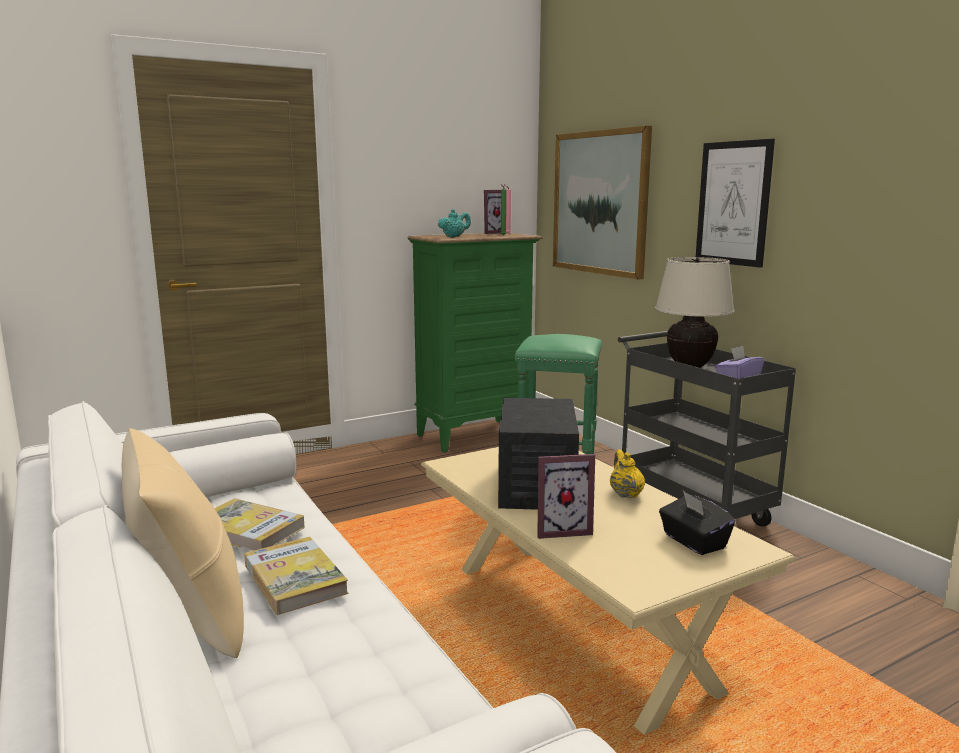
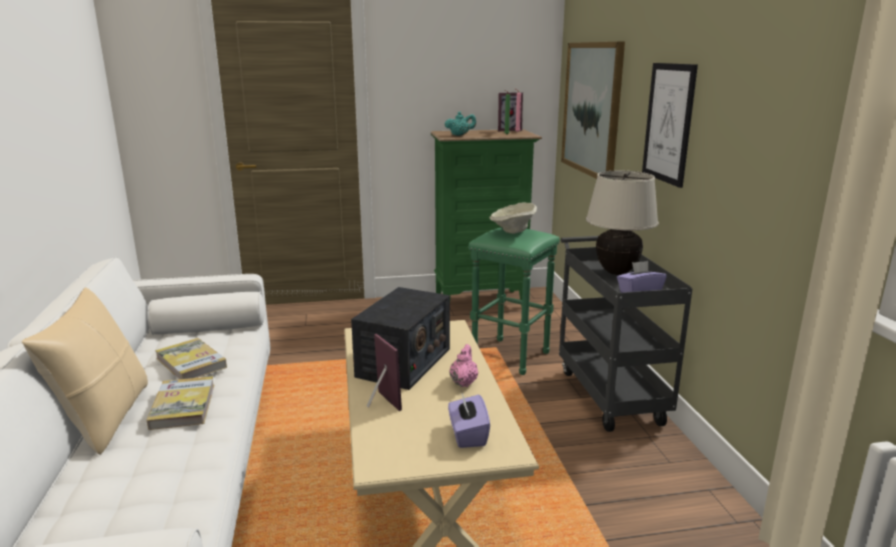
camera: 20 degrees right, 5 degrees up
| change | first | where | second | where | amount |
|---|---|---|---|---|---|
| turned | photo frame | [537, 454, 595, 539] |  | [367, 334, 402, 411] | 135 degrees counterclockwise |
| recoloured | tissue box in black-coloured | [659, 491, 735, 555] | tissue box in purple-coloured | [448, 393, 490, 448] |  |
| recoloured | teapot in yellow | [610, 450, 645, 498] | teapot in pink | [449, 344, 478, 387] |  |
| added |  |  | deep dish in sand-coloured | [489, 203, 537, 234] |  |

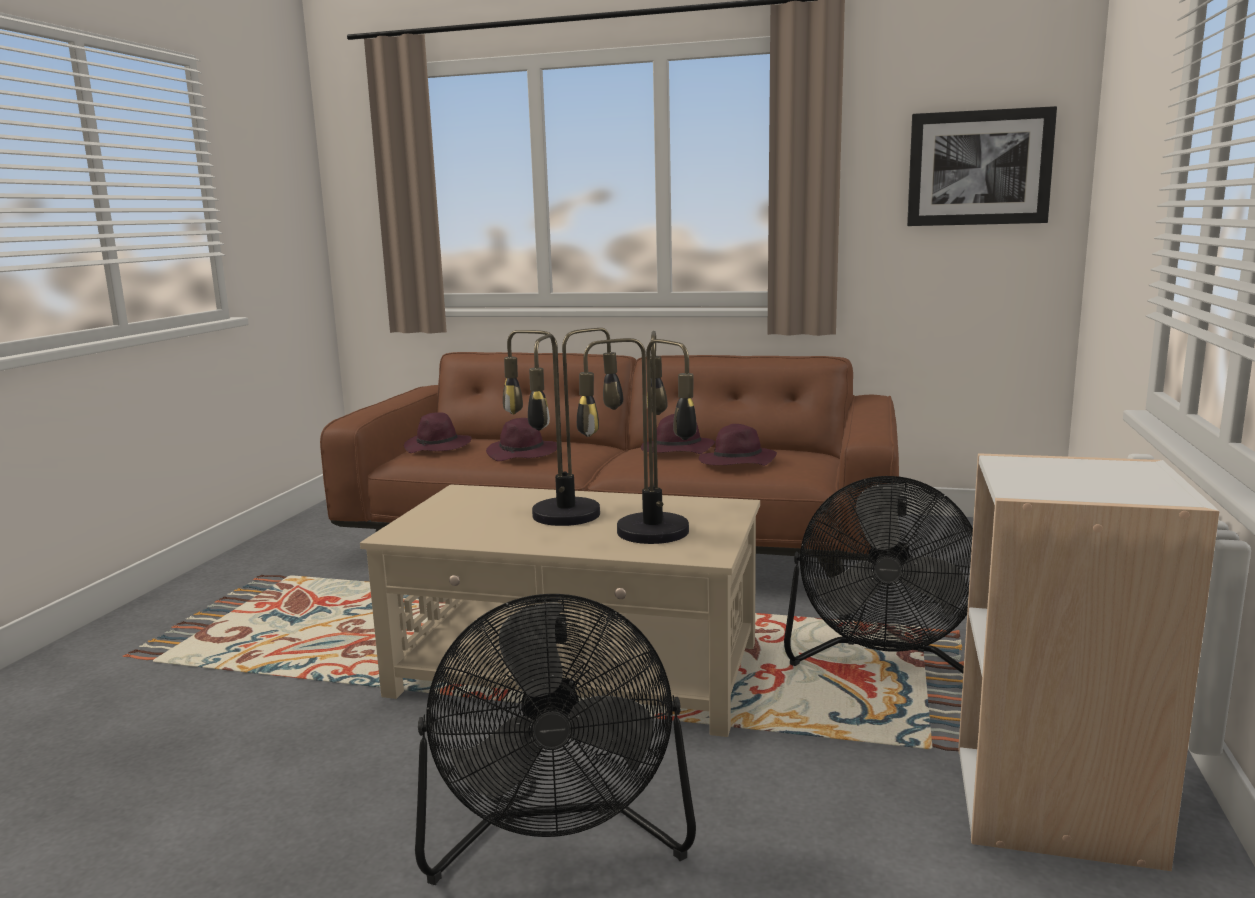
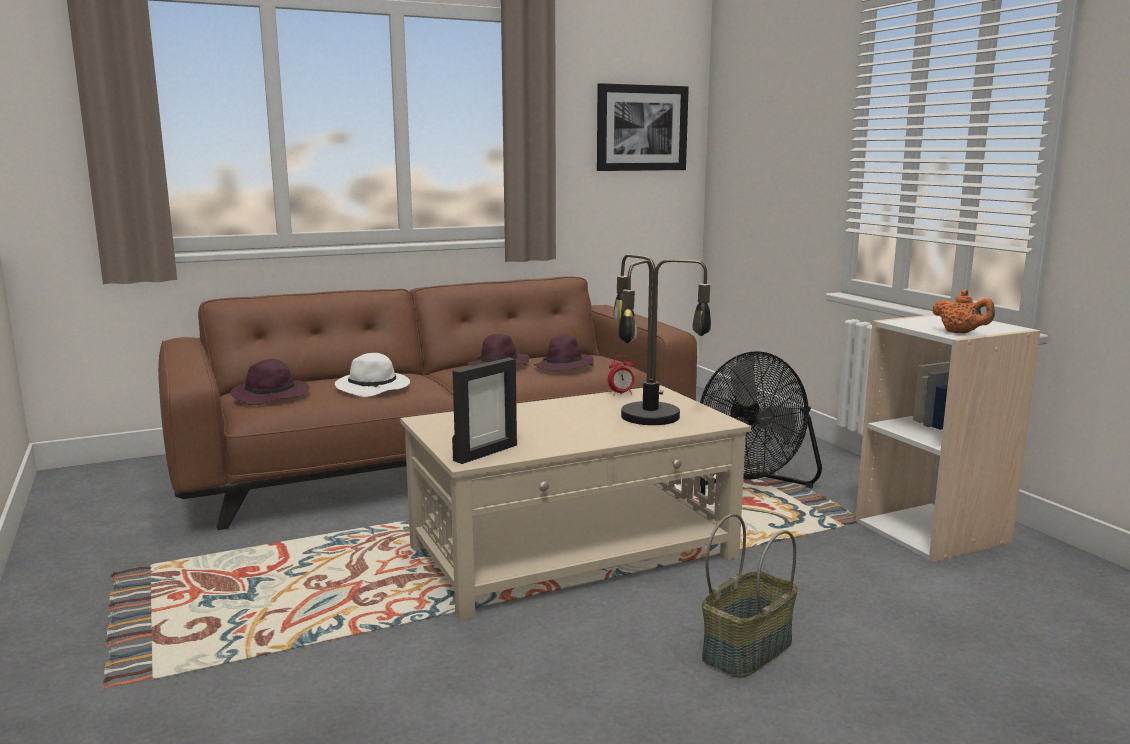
camera: 40 degrees left, 0 degrees up
| change | first | where | second | where | amount |
|---|---|---|---|---|---|
| recoloured | wearable hat in purple-coloured | [486, 418, 557, 461] | wearable hat in white | [335, 353, 410, 397] |  |
| added |  |  | photo frame | [452, 358, 517, 464] |  |
| added |  |  | table clock | [608, 355, 634, 395] |  |
| replaced | electric fan in black-coloured | [415, 594, 696, 885] | basket | [702, 514, 798, 678] |  |
| added |  |  | teapot in orangey | [932, 290, 995, 333] |  |
| removed | tabletop lamp | [503, 328, 623, 526] |  |  |  |

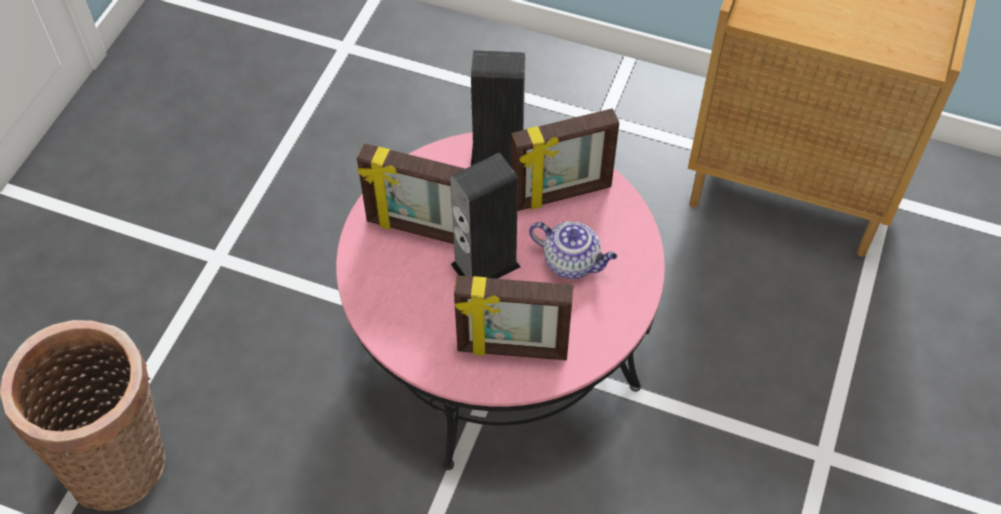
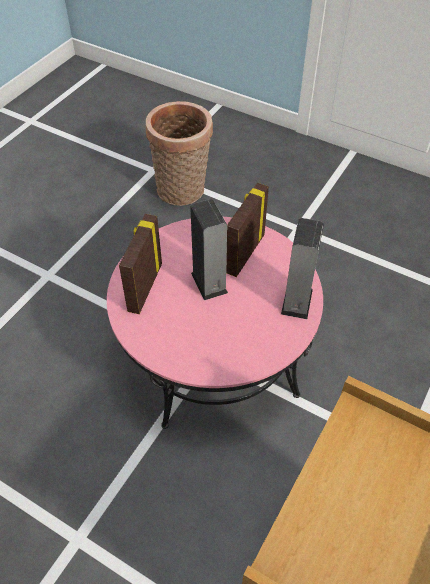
camera: 100 degrees right, 5 degrees down
| change | first | where | second | where | amount |
|---|---|---|---|---|---|
| removed | photo frame | [511, 108, 619, 211] |  |  |  |
| removed | teapot | [529, 222, 617, 279] |  |  |  |

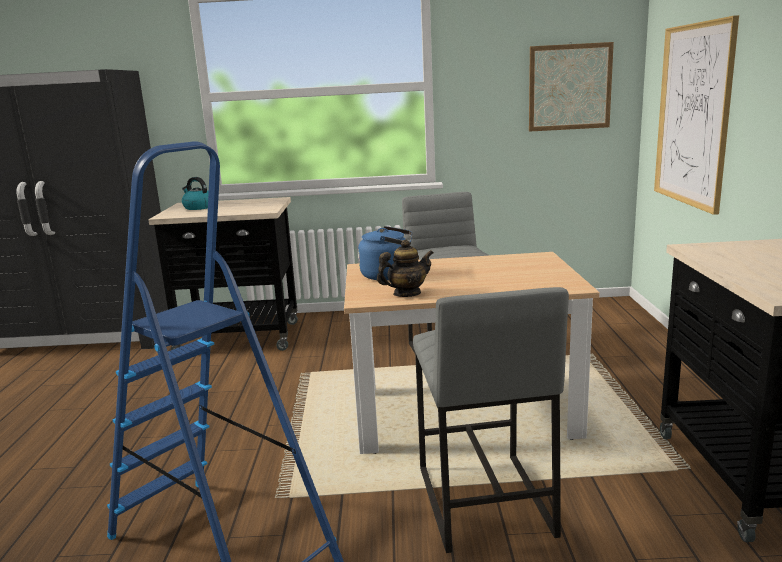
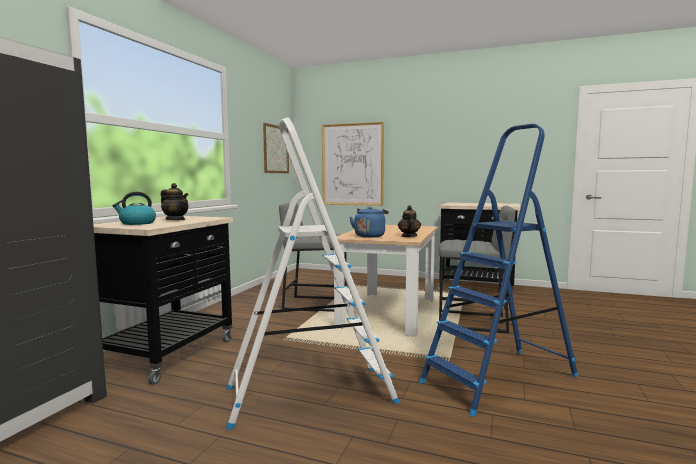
camera: 70 degrees left, 10 degrees down
| change | first | where | second | where | amount |
|---|---|---|---|---|---|
| added |  |  | teapot | [161, 183, 189, 220] |  |
| added |  |  | step stool in white | [226, 117, 400, 430] |  |

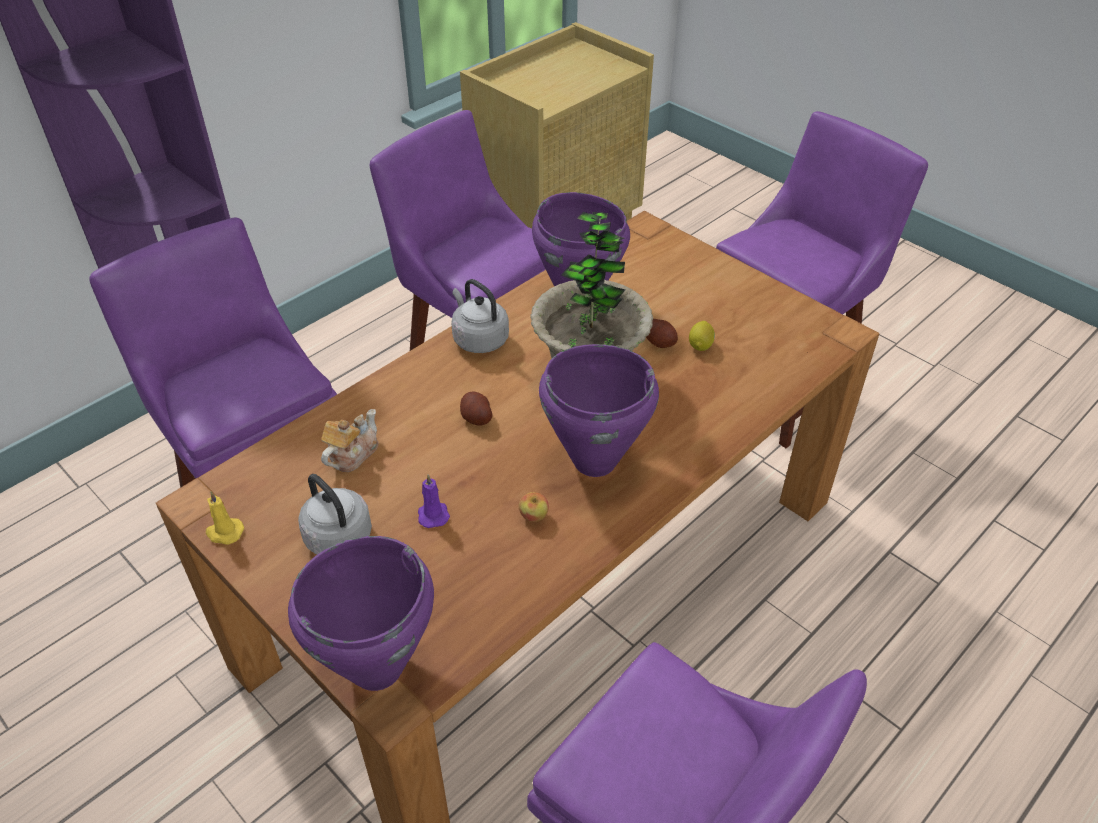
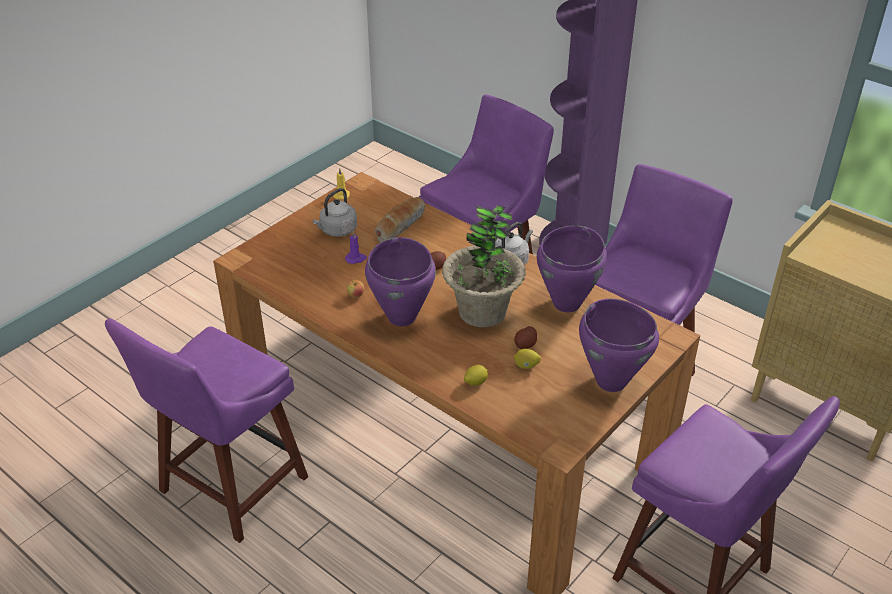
camera: 85 degrees right, 5 degrees down
| change | first | where | second | where | amount |
|---|---|---|---|---|---|
| replaced | teapot | [321, 409, 379, 472] | baked bread | [375, 197, 425, 243] |  |
| added |  |  | whole lemon | [464, 365, 488, 386] |  |
| moved | cooking pot in purple-coloured | [288, 536, 434, 691] |  | [579, 299, 659, 392] |  |

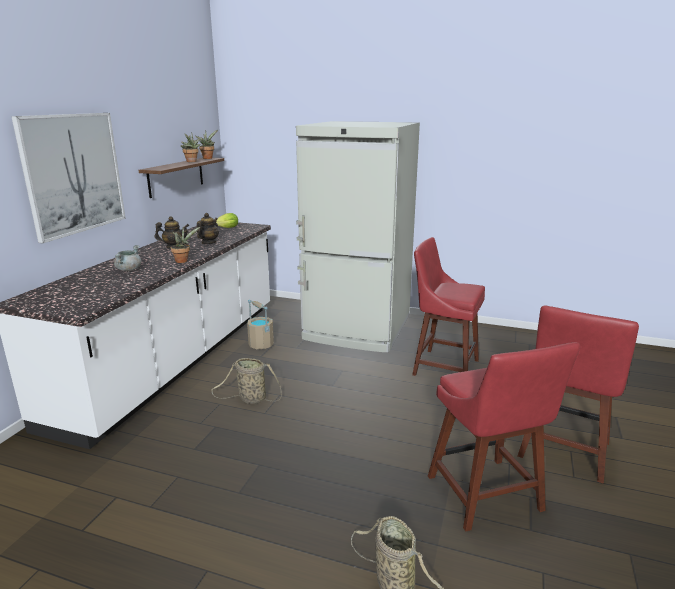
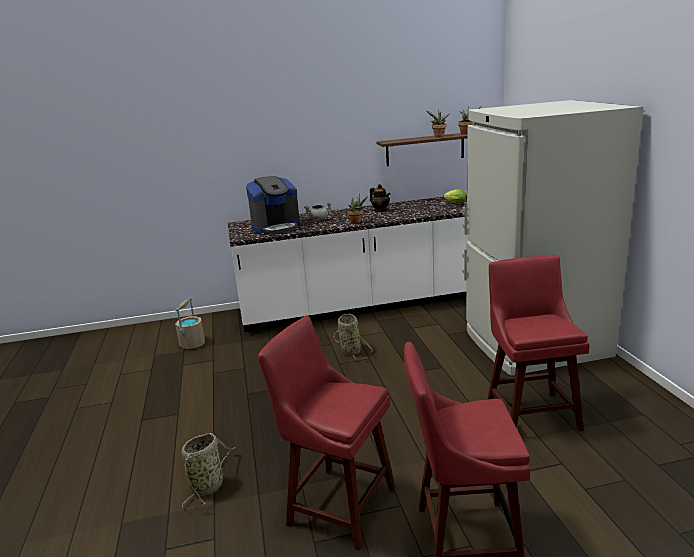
camera: 60 degrees right, 0 degrees up
| change | first | where | second | where | amount |
|---|---|---|---|---|---|
| moved | water bucket in sand-coloured | [247, 300, 274, 349] |  | [175, 297, 205, 349] |  |
| added |  |  | coffee brewer | [246, 176, 300, 235] |  |
| turned | chair in reddish | [428, 342, 580, 531] |  | [258, 316, 396, 551] | 75 degrees clockwise |
| removed | wall picture | [11, 113, 126, 243] |  |  |  |
| removed | teapot | [197, 213, 219, 244] |  |  |  |

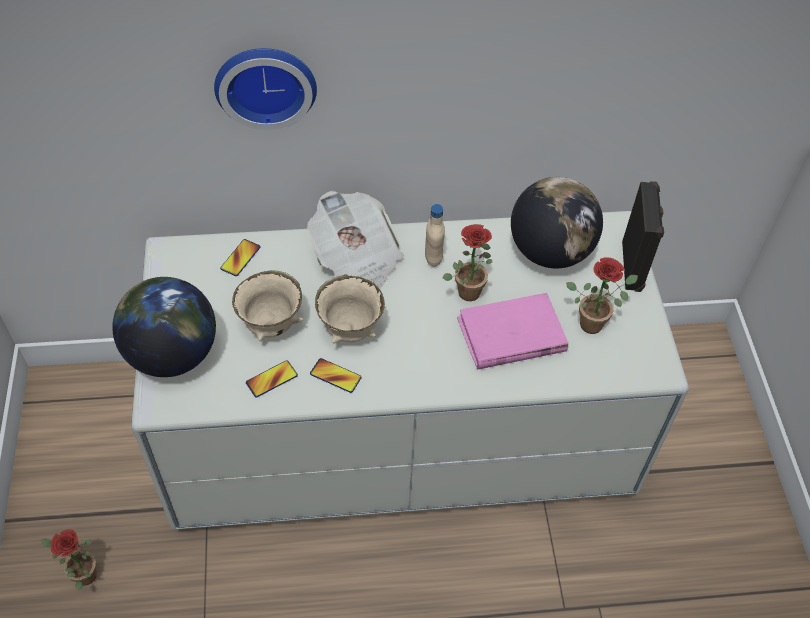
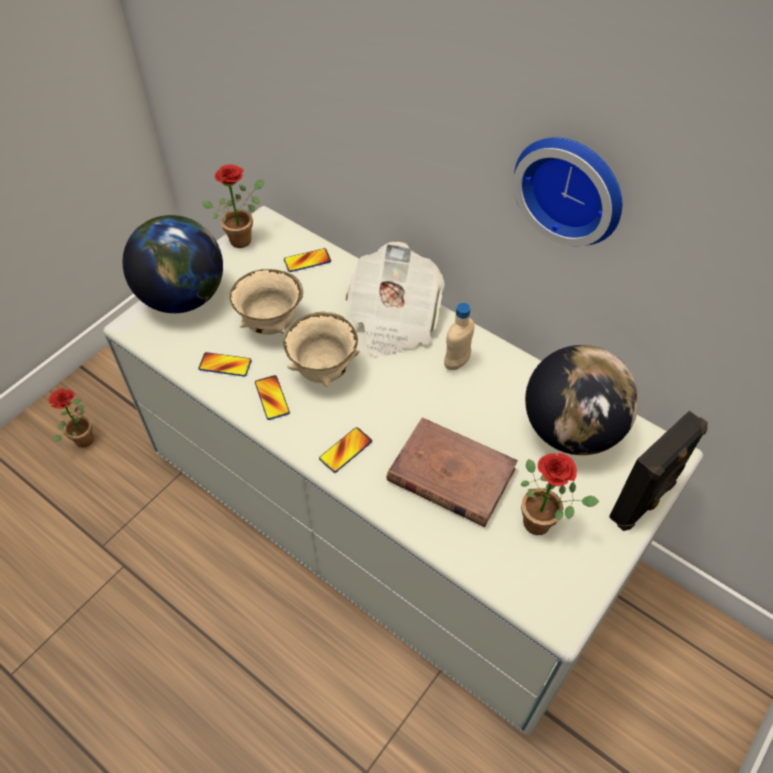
camera: 45 degrees right, 0 degrees up
| change | first | where | second | where | amount |
|---|---|---|---|---|---|
| moved | houseplant | [443, 224, 492, 301] |  | [202, 164, 264, 248] |  |
| added |  |  | phone | [319, 427, 372, 473] |  |
| recoloured | bound book in pink | [457, 293, 568, 370] | bound book in brown | [387, 417, 518, 527] |  |
| moved | clock on the wall | [214, 48, 317, 130] |  | [513, 137, 622, 246] |  |

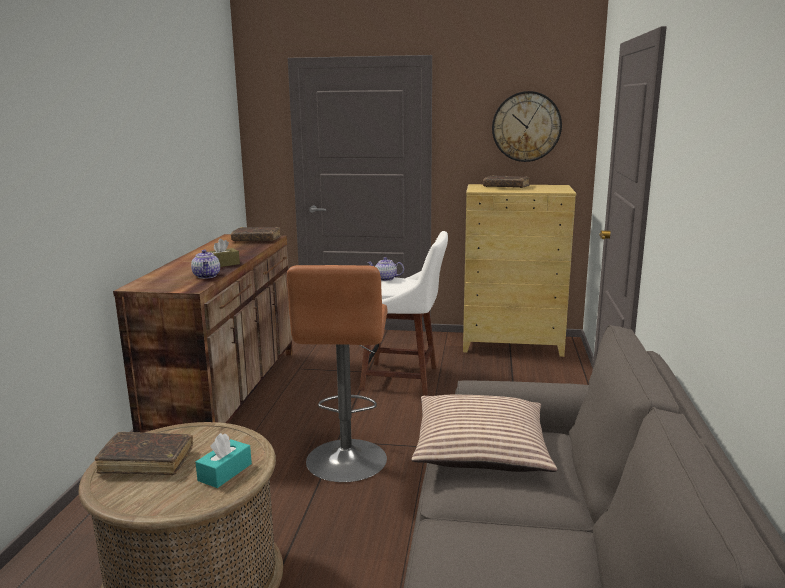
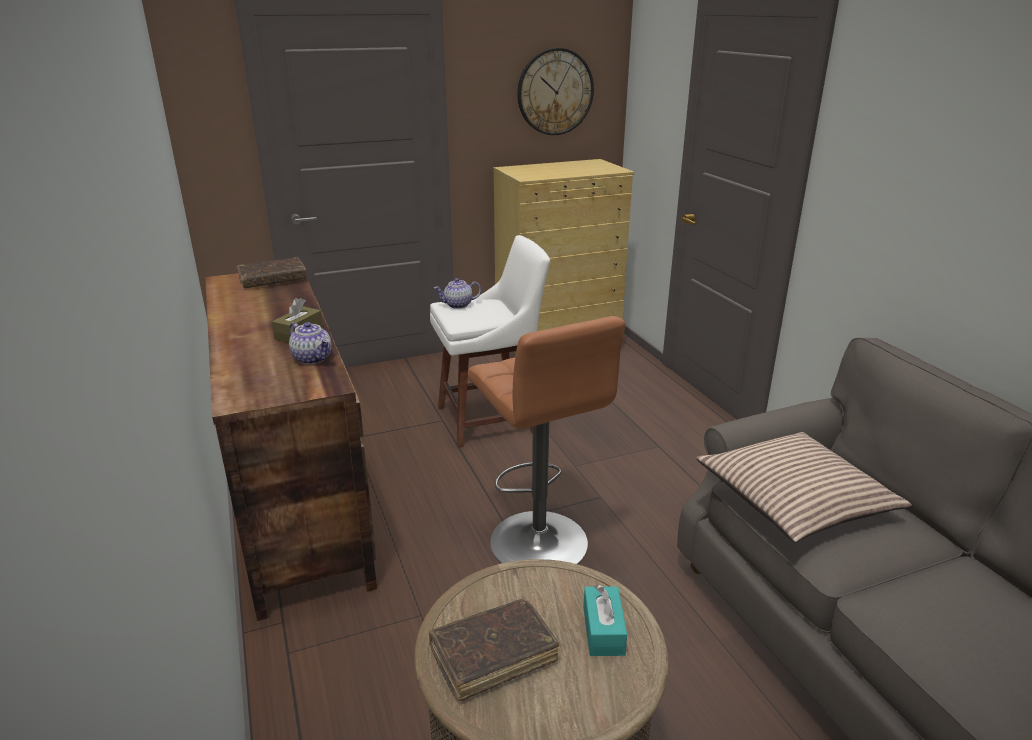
camera: 30 degrees left, 10 degrees up
| change | first | where | second | where | amount |
|---|---|---|---|---|---|
| removed | bound book in brown | [483, 175, 530, 188] |  |  |  |

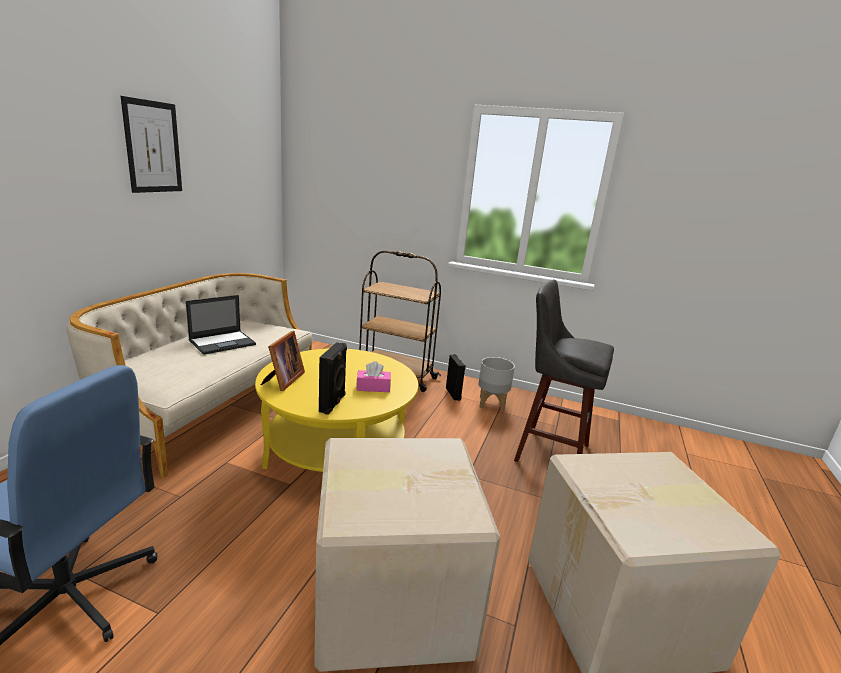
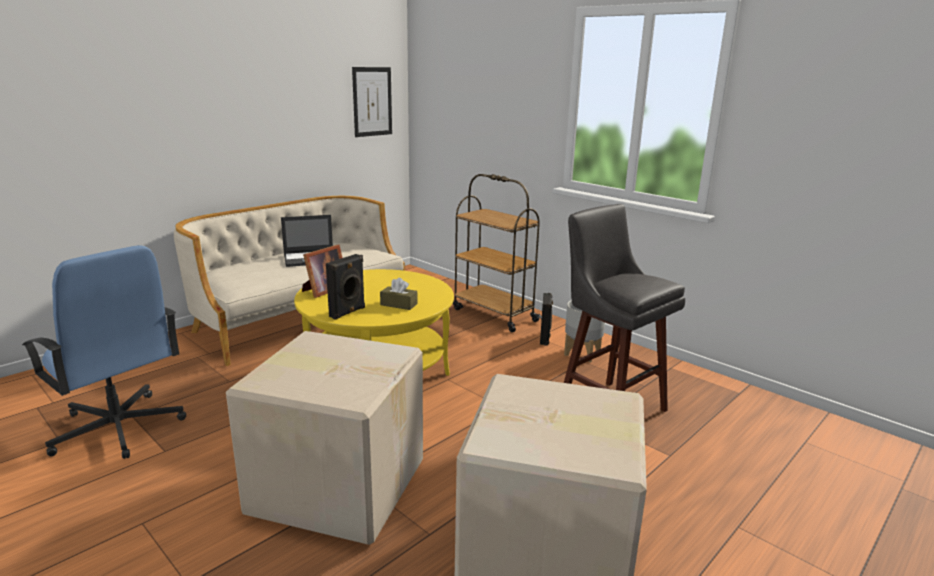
camera: 25 degrees right, 0 degrees up
| change | first | where | second | where | amount |
|---|---|---|---|---|---|
| moved | wall picture | [121, 96, 182, 193] |  | [352, 67, 392, 137] |  |
| recoloured | tissue box in pink | [356, 361, 391, 392] | tissue box in brown | [380, 278, 417, 310] |  |

